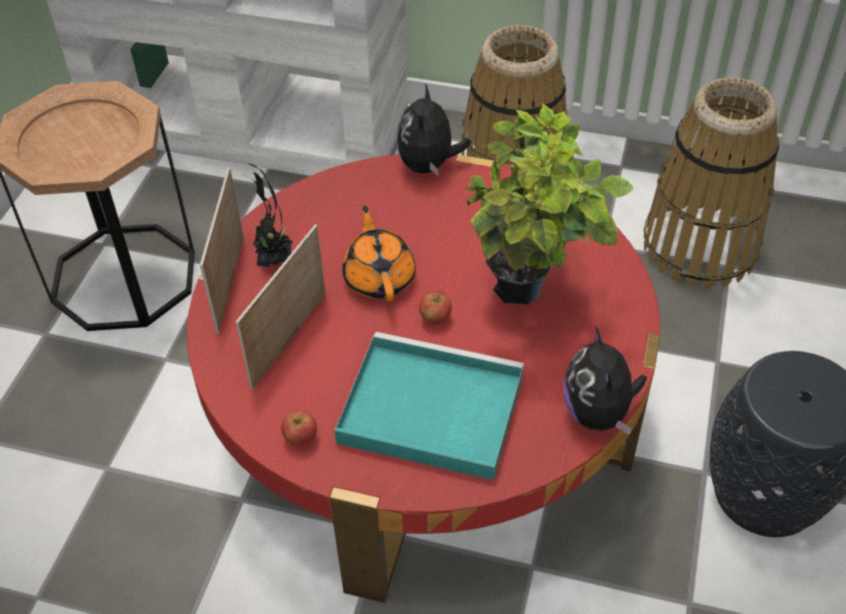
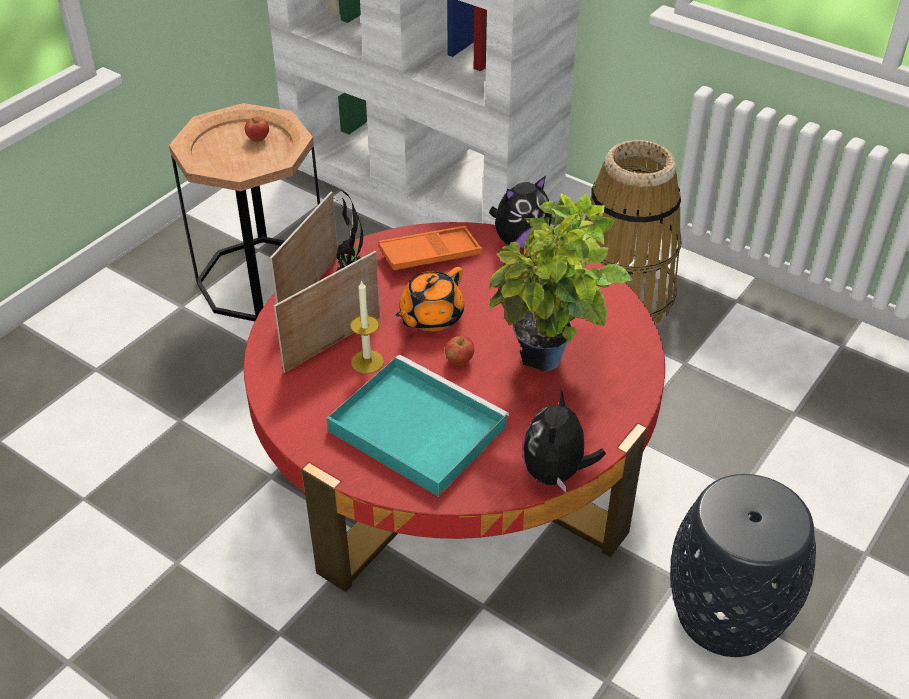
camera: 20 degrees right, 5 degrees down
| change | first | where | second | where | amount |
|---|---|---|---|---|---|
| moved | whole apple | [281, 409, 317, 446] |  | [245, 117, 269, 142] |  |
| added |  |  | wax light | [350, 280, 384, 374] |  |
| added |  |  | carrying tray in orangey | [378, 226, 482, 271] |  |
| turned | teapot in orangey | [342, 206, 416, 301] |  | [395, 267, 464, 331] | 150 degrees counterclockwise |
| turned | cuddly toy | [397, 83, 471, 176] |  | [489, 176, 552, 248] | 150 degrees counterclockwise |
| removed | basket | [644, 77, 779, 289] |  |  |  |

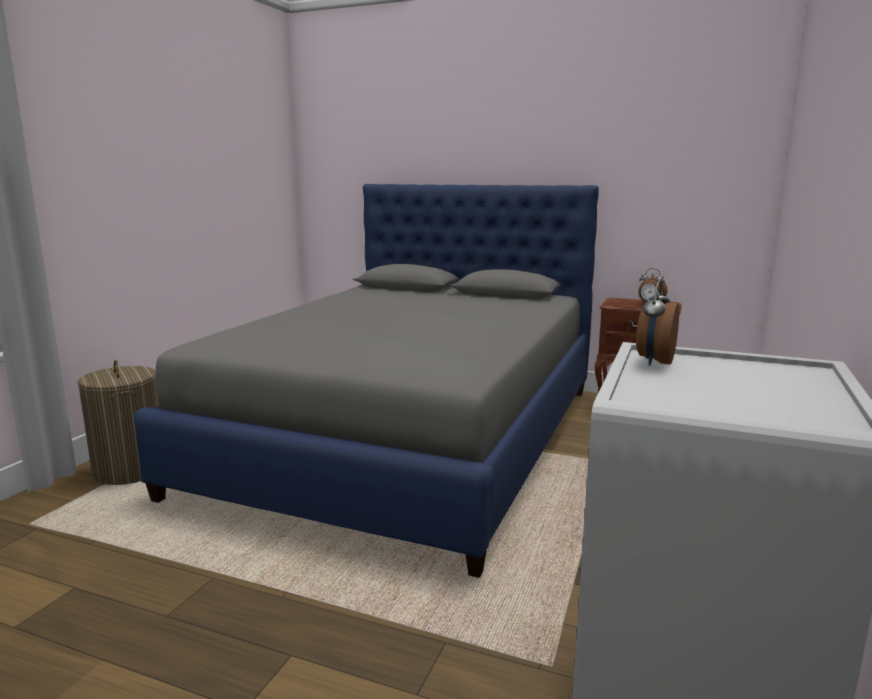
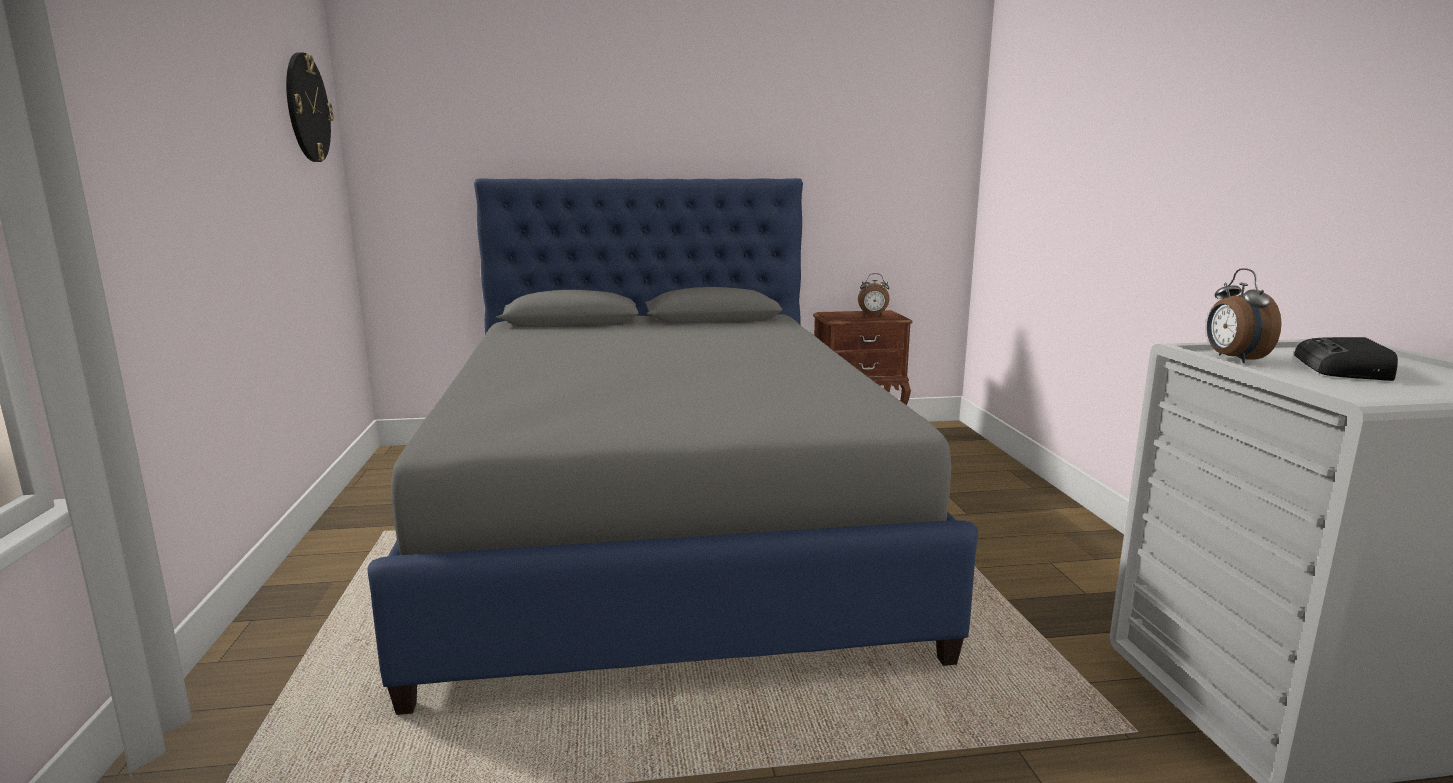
camera: 30 degrees left, 0 degrees up
| change | first | where | second | where | amount |
|---|---|---|---|---|---|
| added |  |  | clock on the wall | [286, 52, 334, 162] |  |
| added |  |  | radio | [1294, 337, 1398, 381] |  |
| removed | washing basket | [78, 360, 160, 485] |  |  |  |

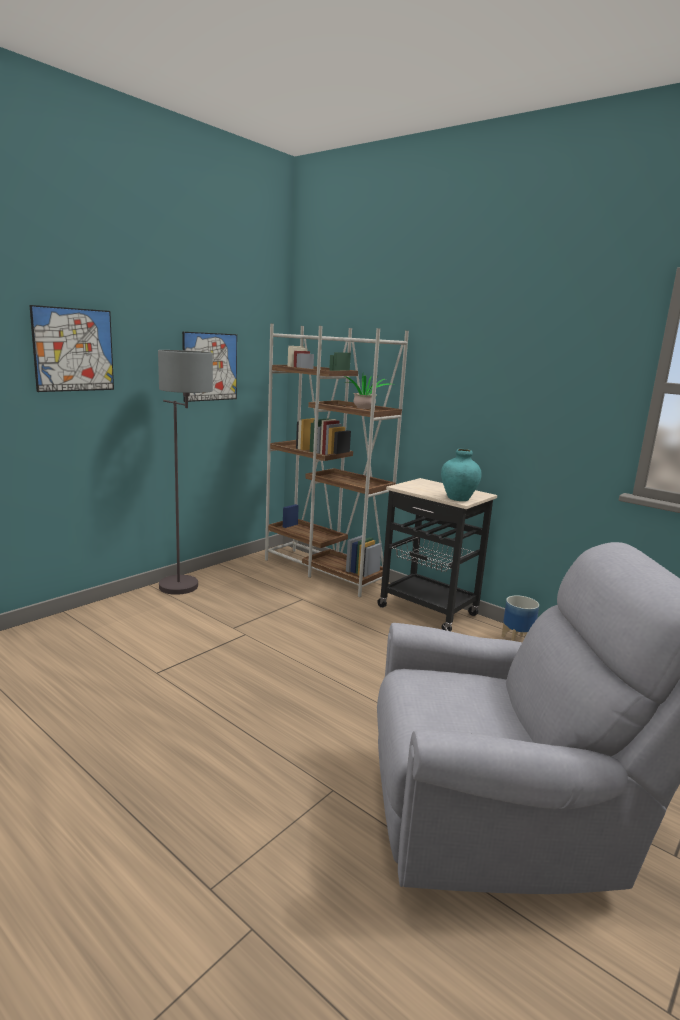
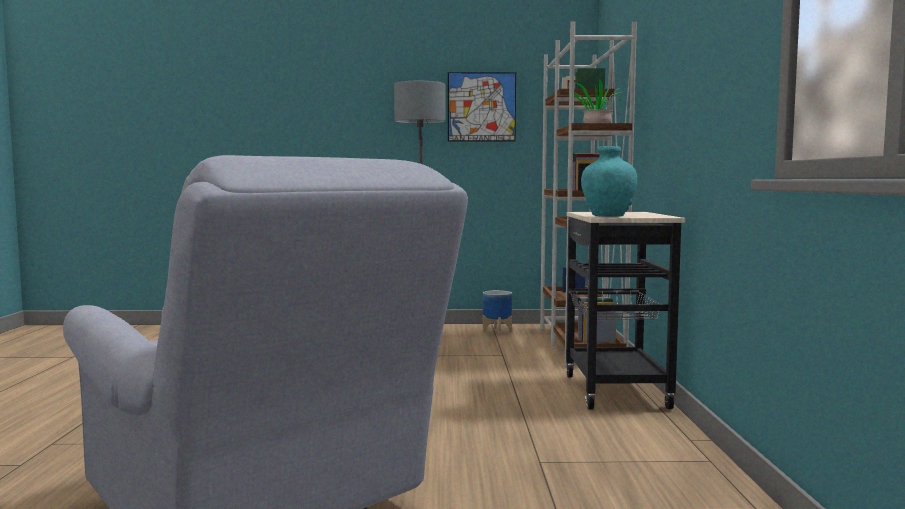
camera: 50 degrees right, 10 degrees down
| change | first | where | second | where | amount |
|---|---|---|---|---|---|
| moved | plant pot | [501, 595, 539, 641] |  | [483, 290, 512, 335] |  |
| removed | wall picture | [29, 305, 114, 392] |  |  |  |

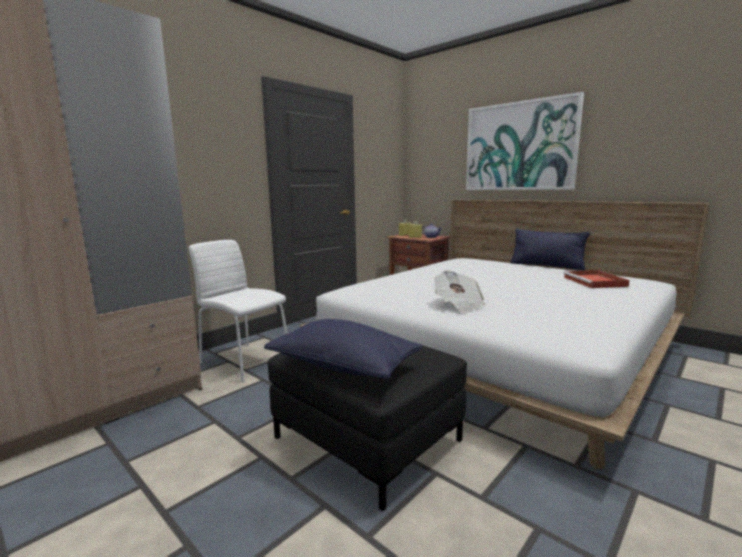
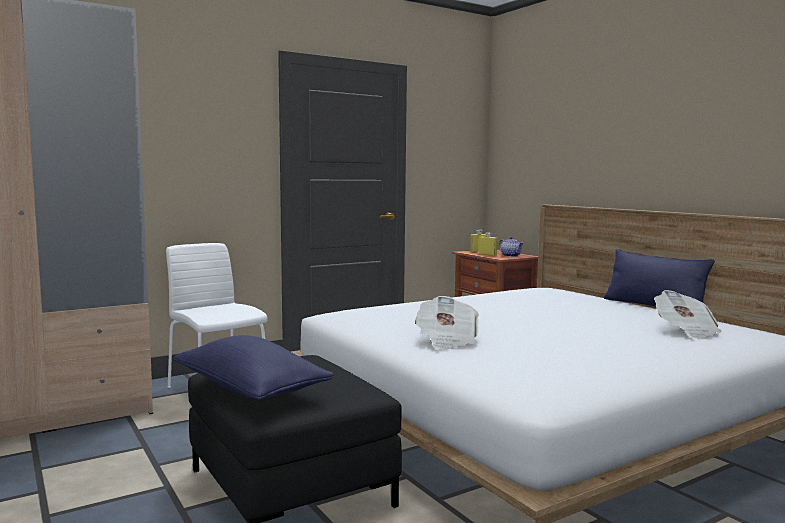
camera: 15 degrees right, 5 degrees down
| change | first | where | second | where | amount |
|---|---|---|---|---|---|
| replaced | carrying tray in reddish | [563, 270, 630, 288] | printed paper | [654, 290, 722, 340] |  |
| removed | wall picture | [466, 92, 584, 190] |  |  |  |

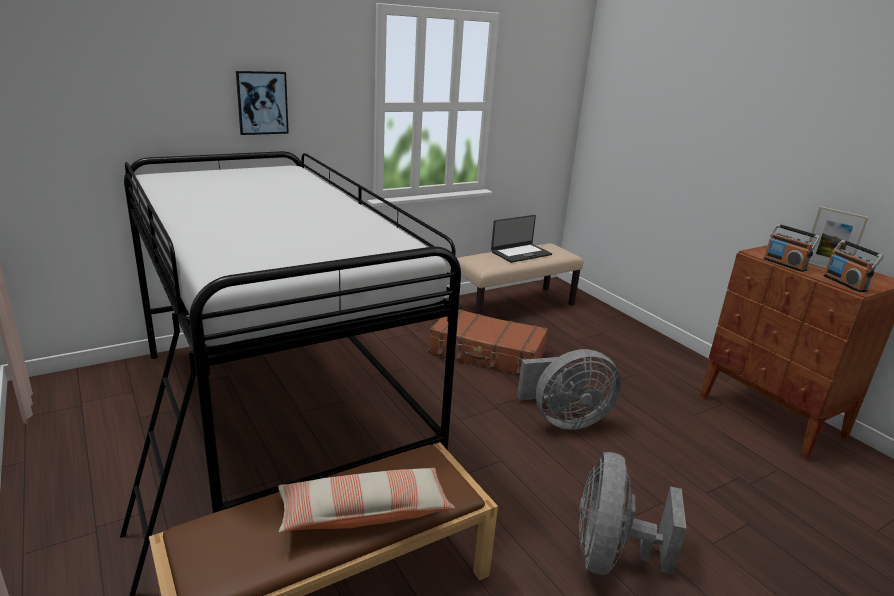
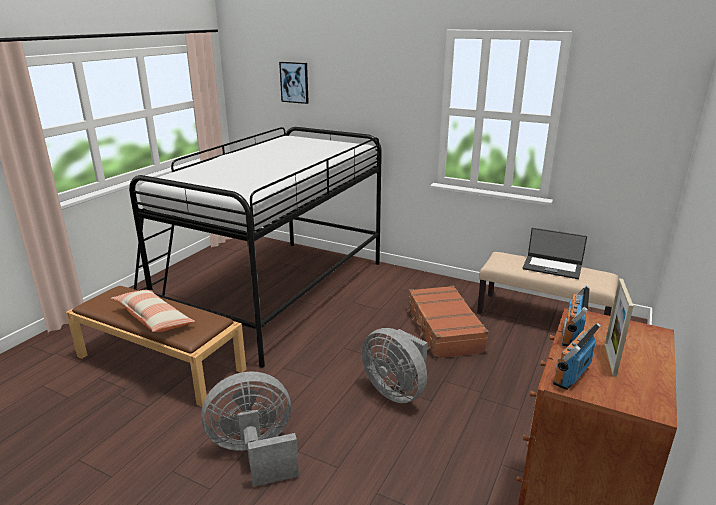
camera: 60 degrees right, 0 degrees up
| change | first | where | second | where | amount |
|---|---|---|---|---|---|
| moved | wall picture | [236, 71, 289, 135] |  | [279, 62, 309, 104] |  |

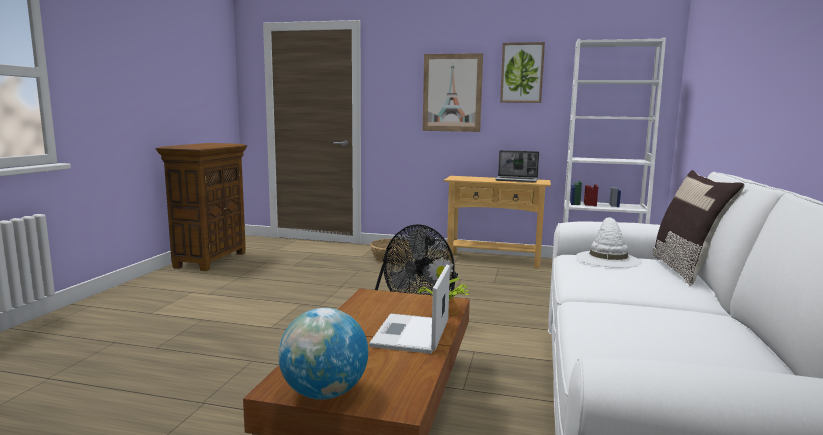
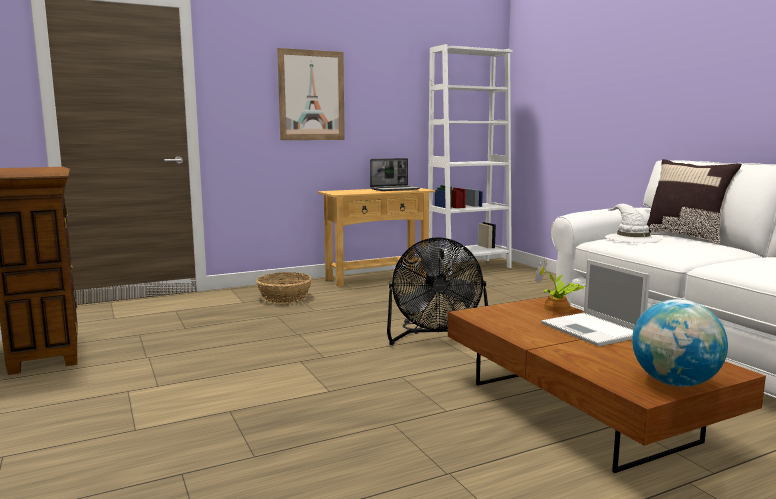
camera: 40 degrees left, 0 degrees up
| change | first | where | second | where | amount |
|---|---|---|---|---|---|
| removed | wall picture | [500, 42, 545, 103] |  |  |  |

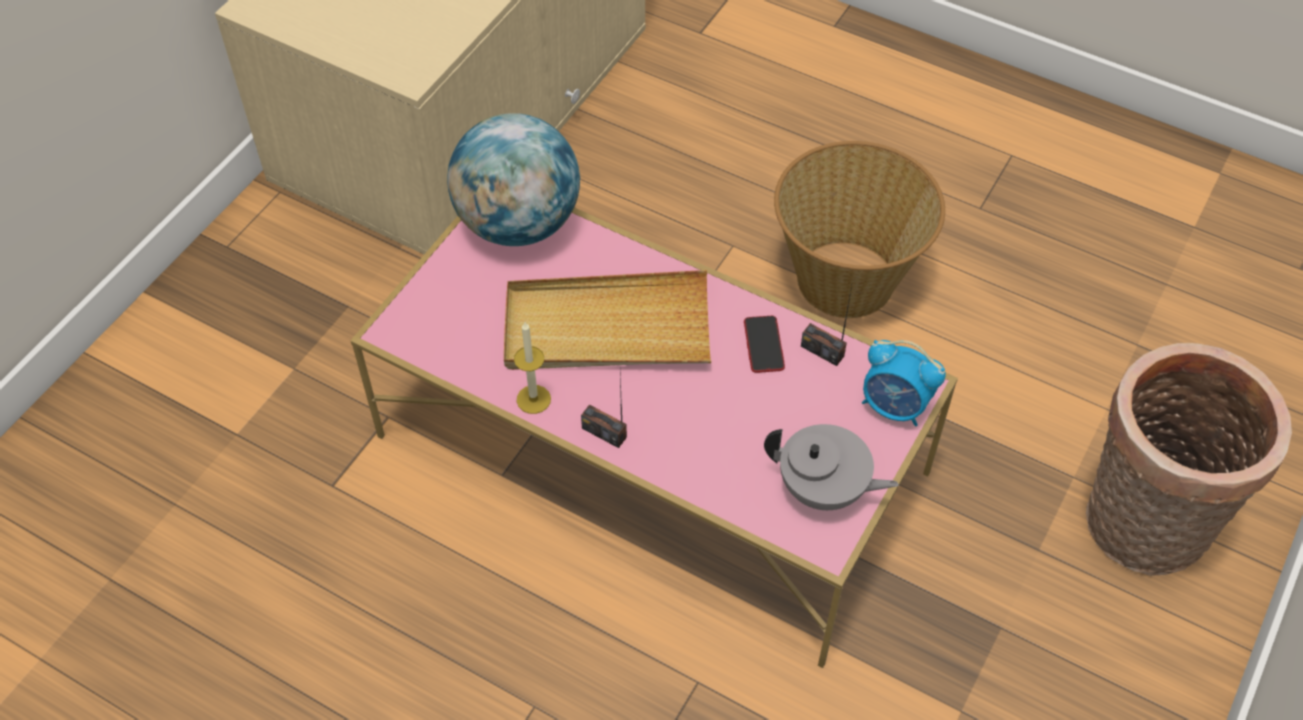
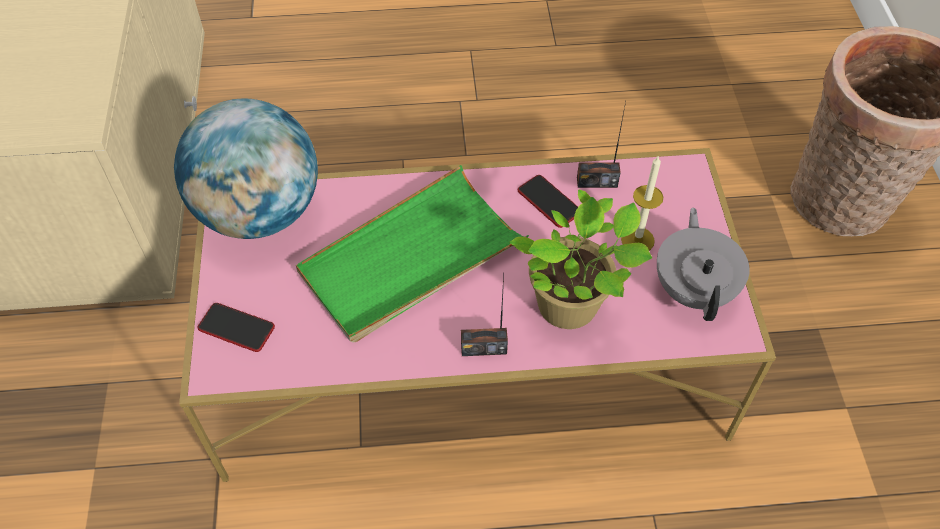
camera: 35 degrees left, 0 degrees up
| change | first | where | second | where | amount |
|---|---|---|---|---|---|
| added |  |  | phone | [198, 303, 275, 352] |  |
| recoloured | carrying tray in sand-coloured | [504, 270, 711, 370] | carrying tray in greenish | [296, 165, 529, 343] |  |
| added |  |  | houseplant | [509, 189, 652, 329] |  |
| moved | wax light | [514, 322, 551, 414] |  | [621, 155, 663, 251] |  |
| turned | teapot in gray | [764, 424, 899, 510] |  | [657, 208, 750, 321] | 75 degrees counterclockwise |
| removed | basket | [774, 141, 945, 318] |  |  |  |
| removed | table clock | [862, 340, 946, 426] |  |  |  |

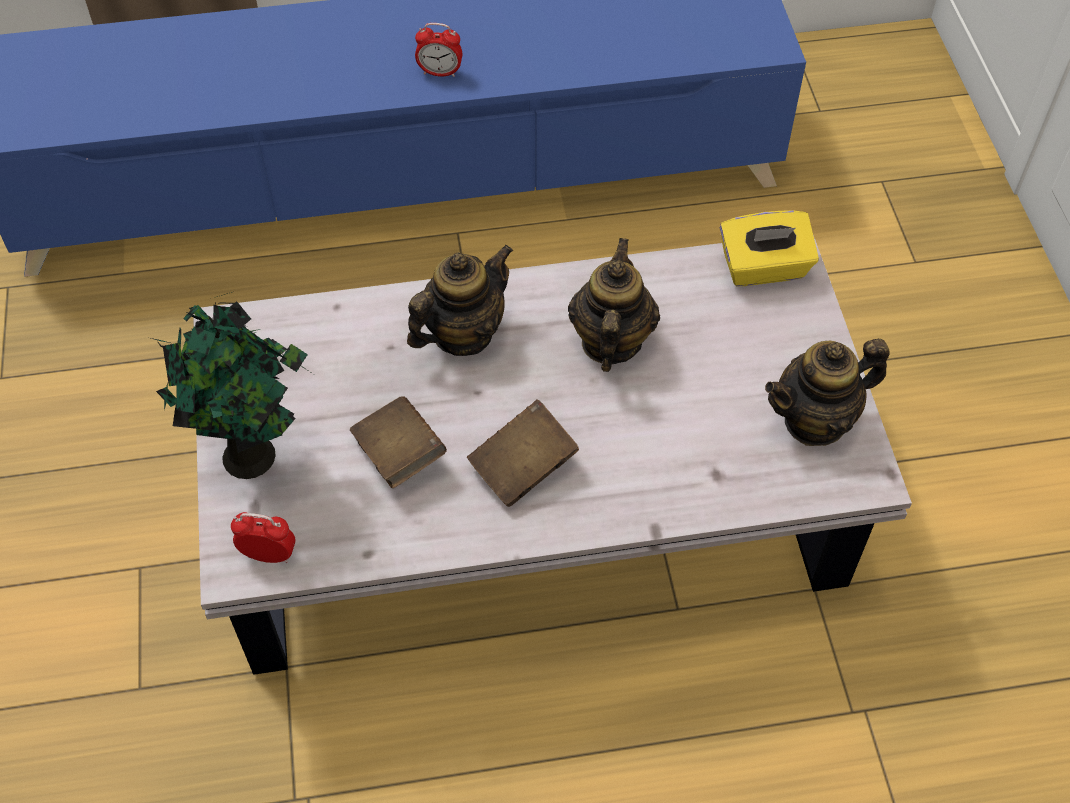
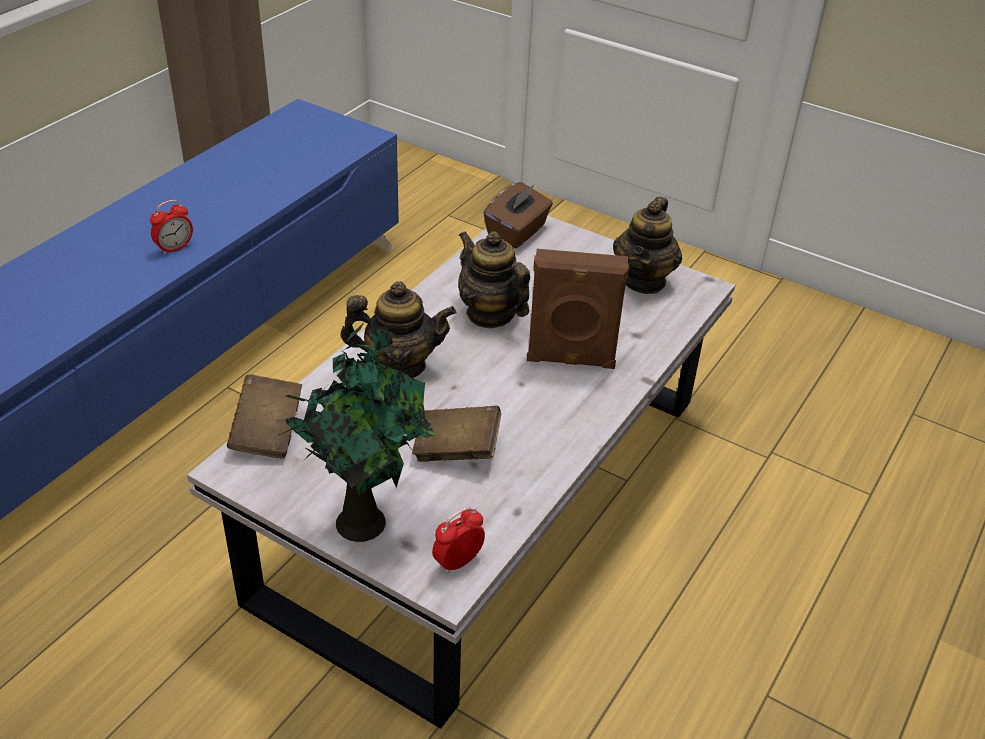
camera: 50 degrees left, 15 degrees down
| change | first | where | second | where | amount |
|---|---|---|---|---|---|
| moved | bound book in brown | [467, 399, 579, 507] |  | [227, 375, 302, 458] |  |
| turned | teapot | [407, 245, 513, 356] |  | [340, 281, 456, 378] | 90 degrees clockwise |
| recoloured | tissue box in yellow | [720, 210, 819, 286] | tissue box in brown | [484, 182, 553, 248] |  |
| added |  |  | audio speaker in brown | [527, 249, 629, 369] |  |

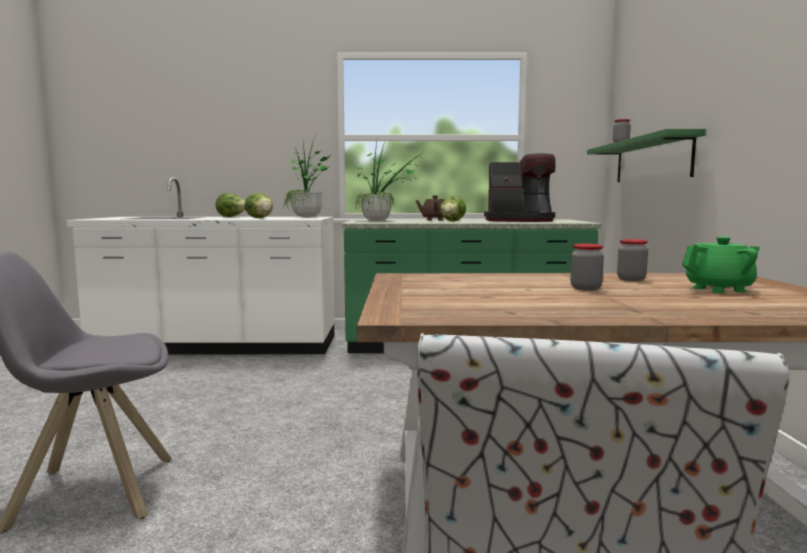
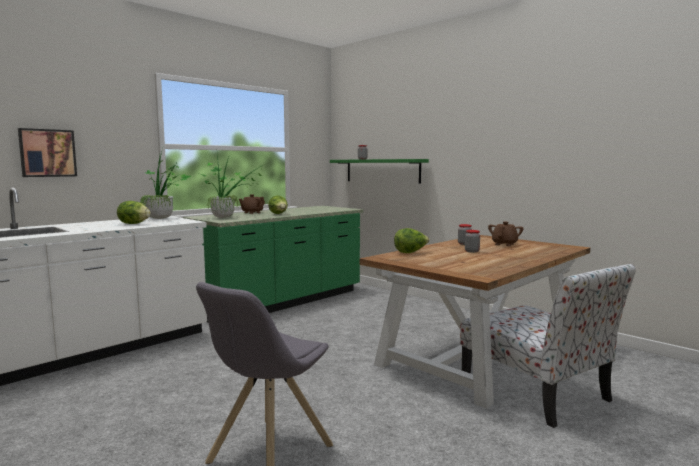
camera: 45 degrees left, 0 degrees up
| change | first | where | second | where | amount |
|---|---|---|---|---|---|
| added |  |  | wall picture | [18, 128, 77, 177] |  |
| moved | lettuce | [215, 193, 245, 217] |  | [394, 228, 429, 253] |  |
| recoloured | teapot in greenish | [682, 237, 760, 293] | teapot in brown | [488, 222, 524, 246] |  |
| removed | coffee brewer | [484, 153, 556, 222] |  |  |  |

